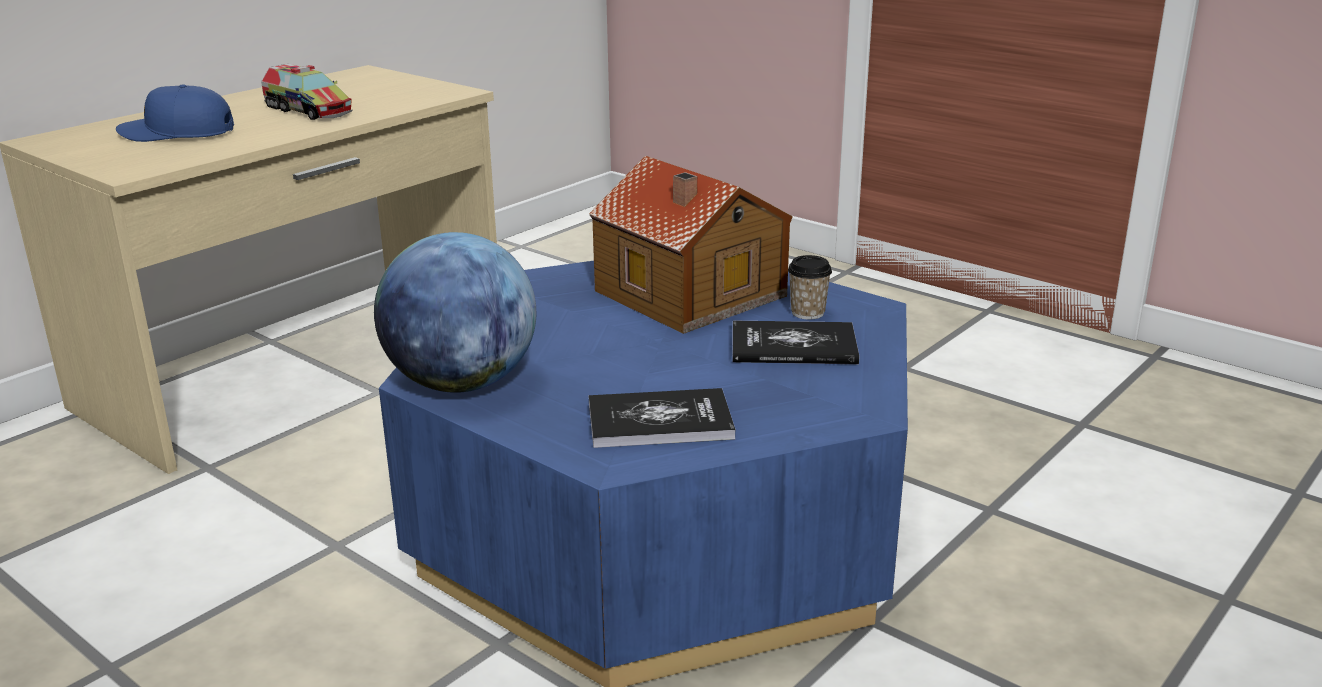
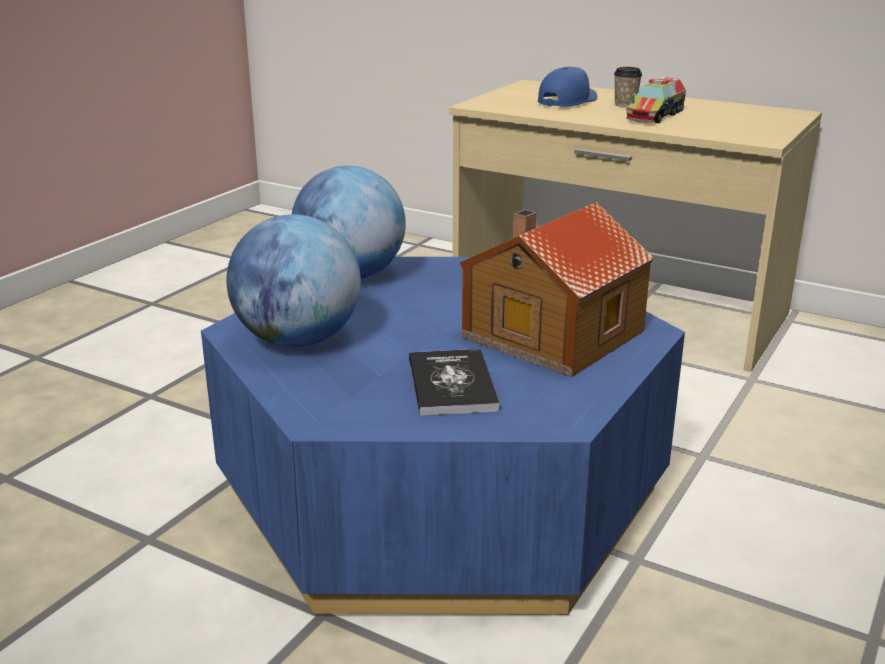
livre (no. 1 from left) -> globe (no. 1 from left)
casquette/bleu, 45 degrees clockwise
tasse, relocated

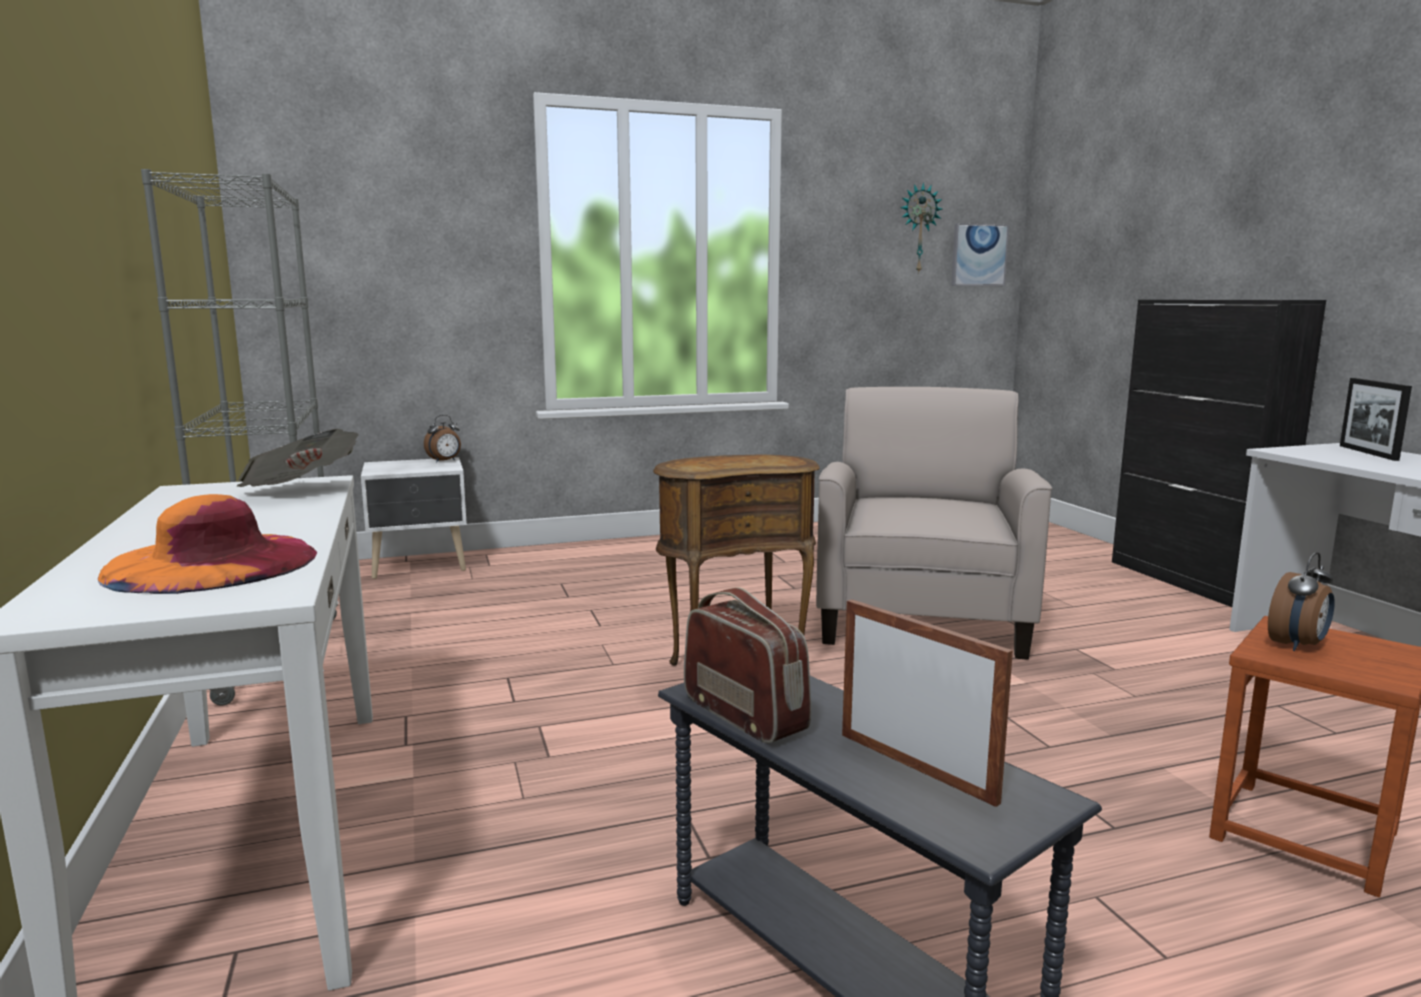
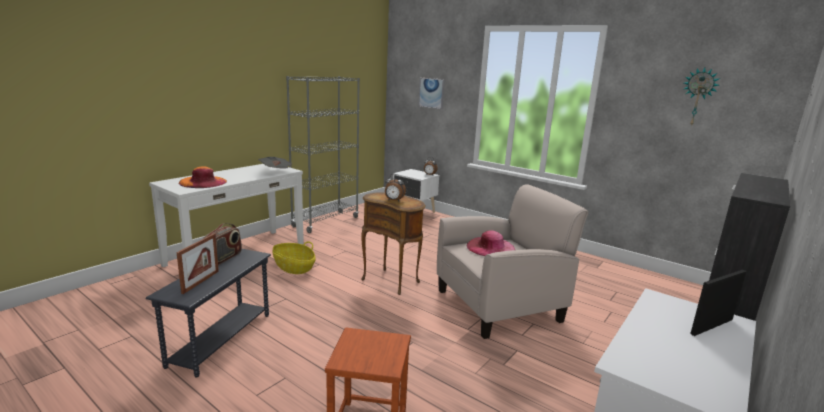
none -> panier
réveil (no. 2 from left in the first image) -> réveil (no. 1 from left), relocated
tableau, relocated
none -> chapeau/rose

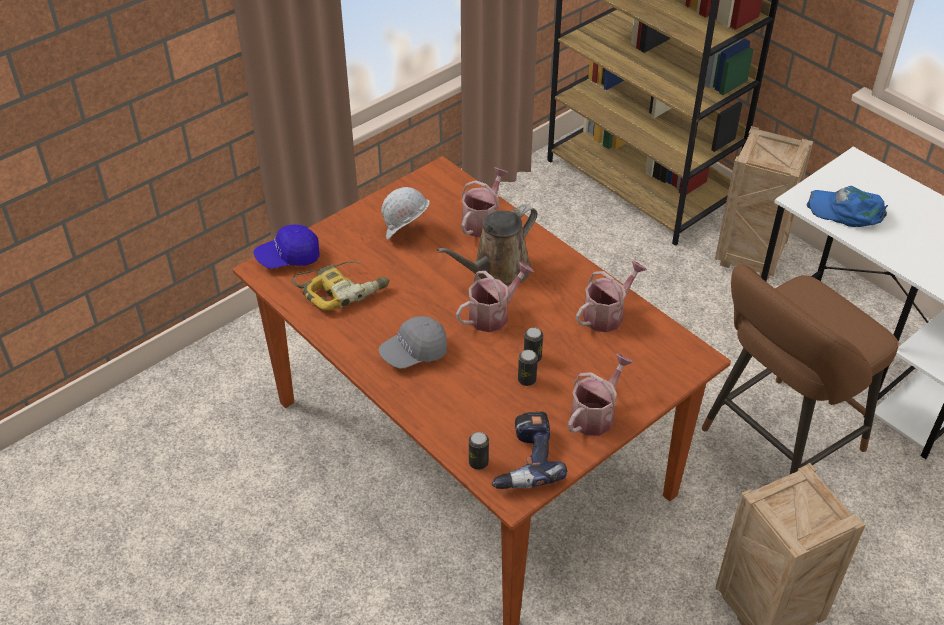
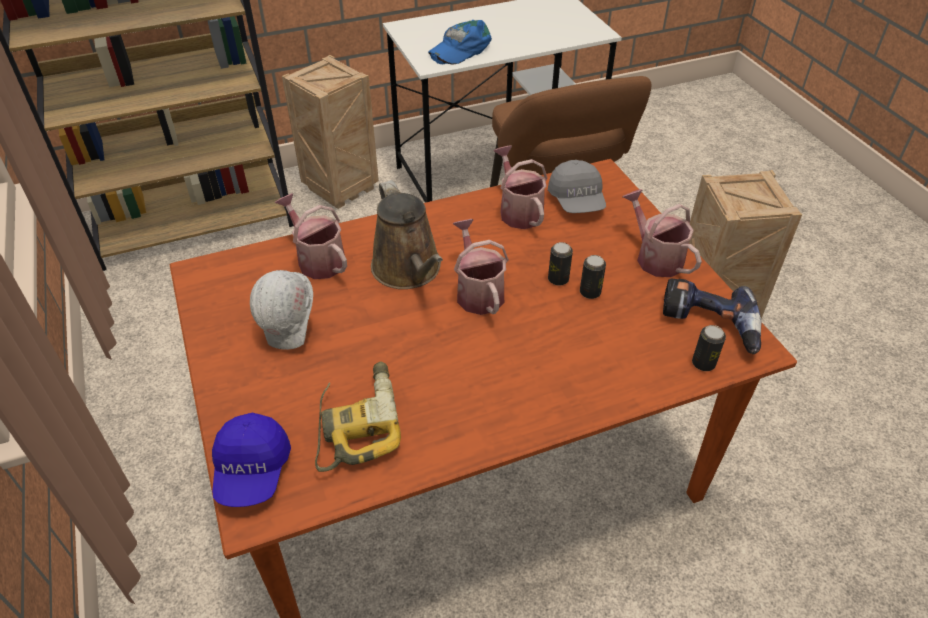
casquette/gris, relocated

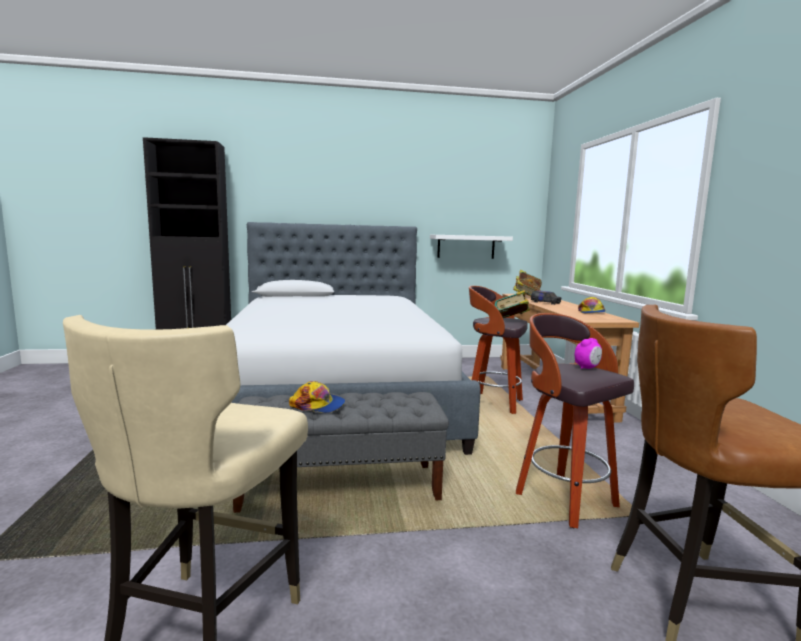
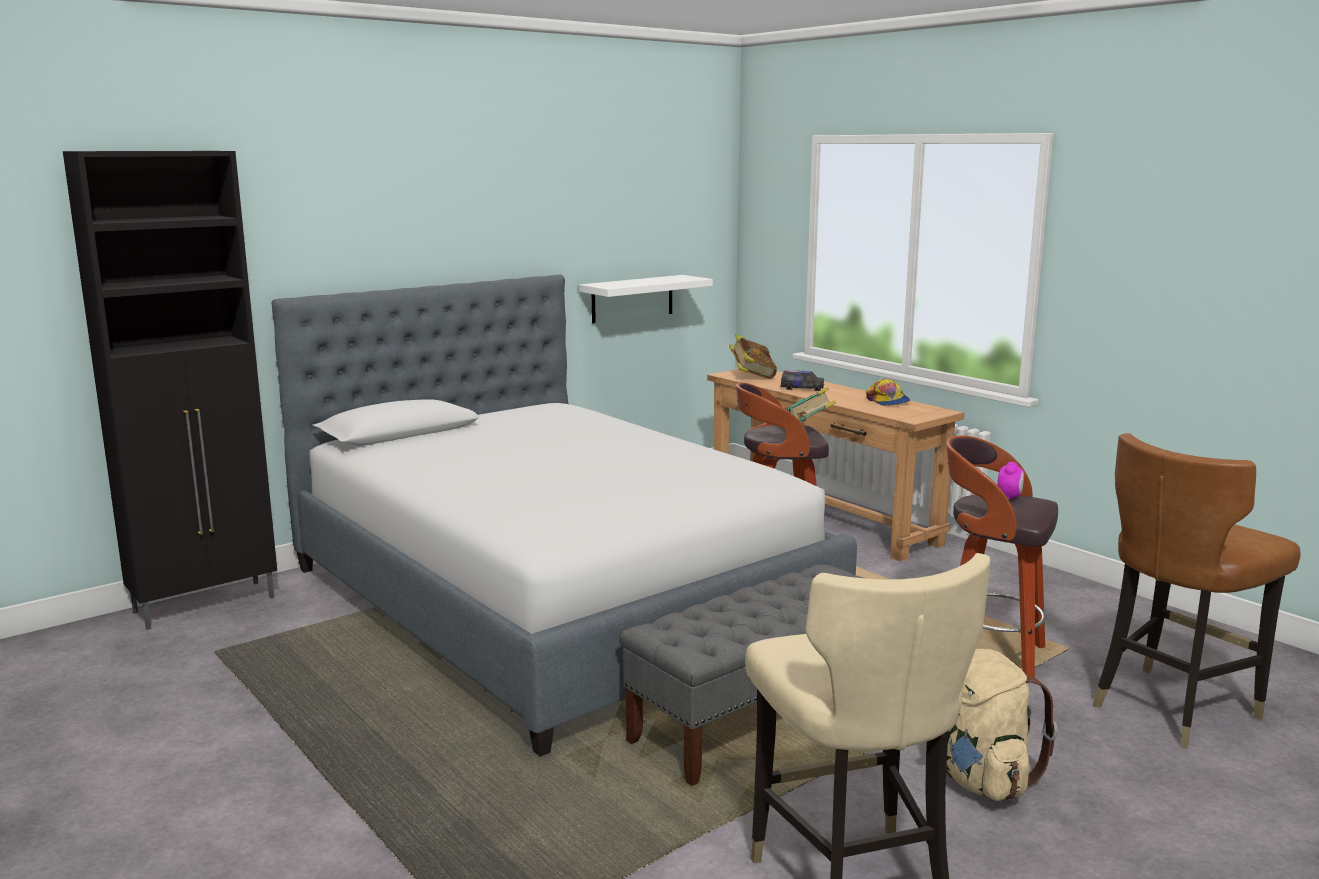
none -> sac à dos/beige
casquette (no. 1 from left) -> none

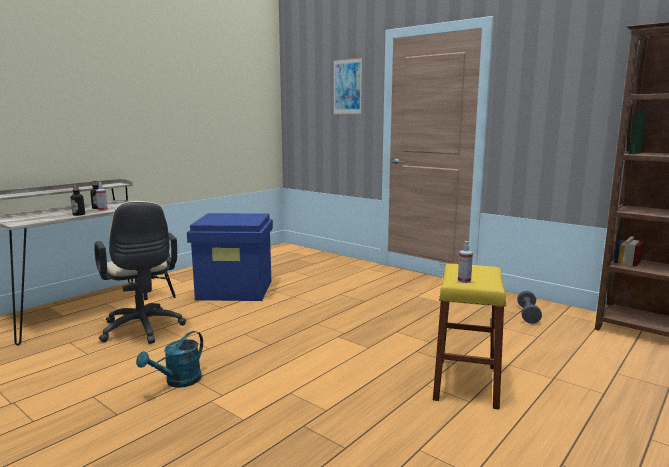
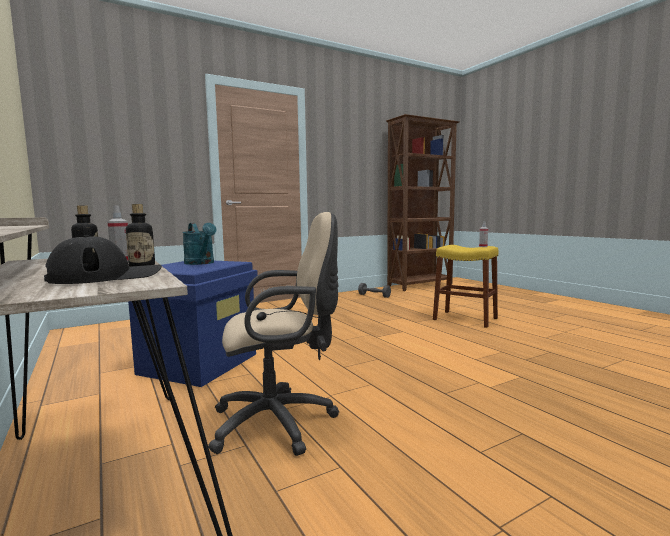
none -> casquette/noir
arrosoir/turquoise, relocated
tableau -> none

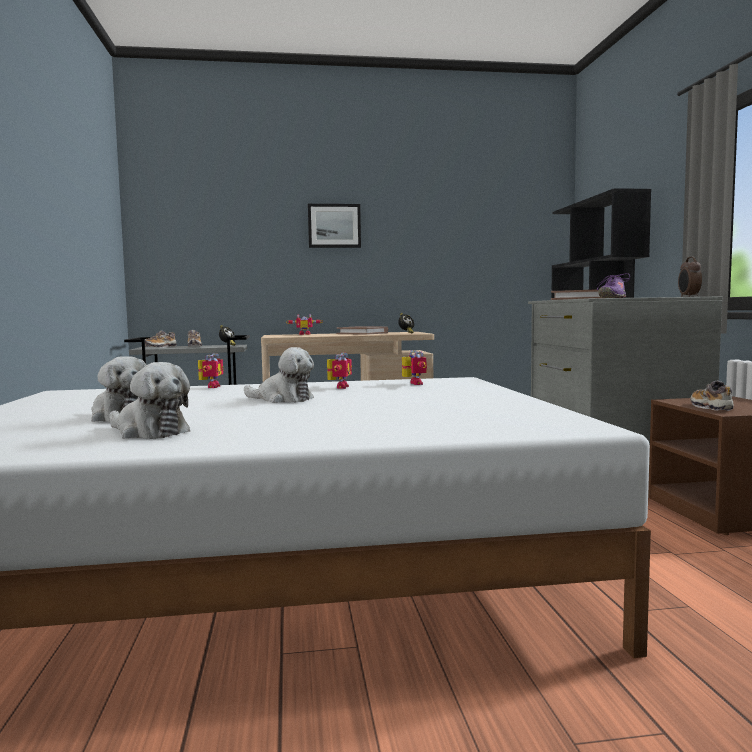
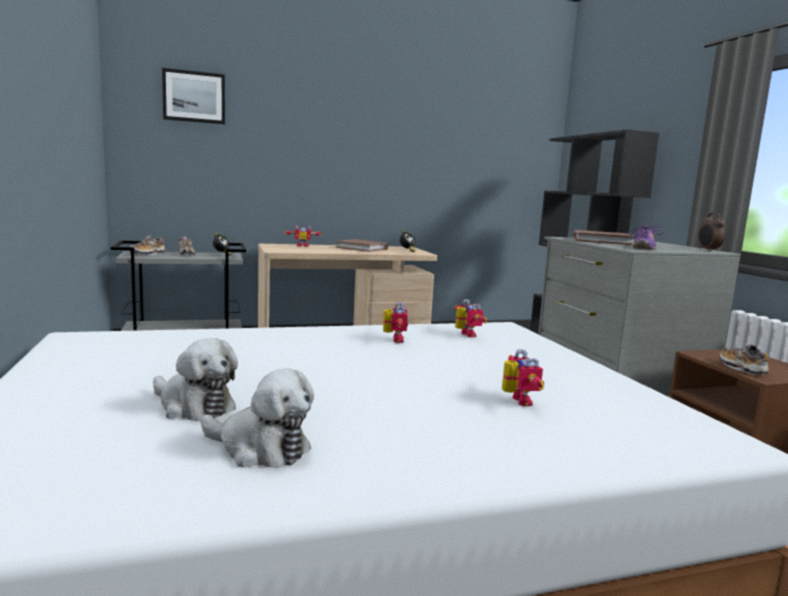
tableau, relocated
robot jouet (no. 1 from left in the first image) -> robot jouet (no. 4 from left), relocated
peluche (no. 3 from left) -> none

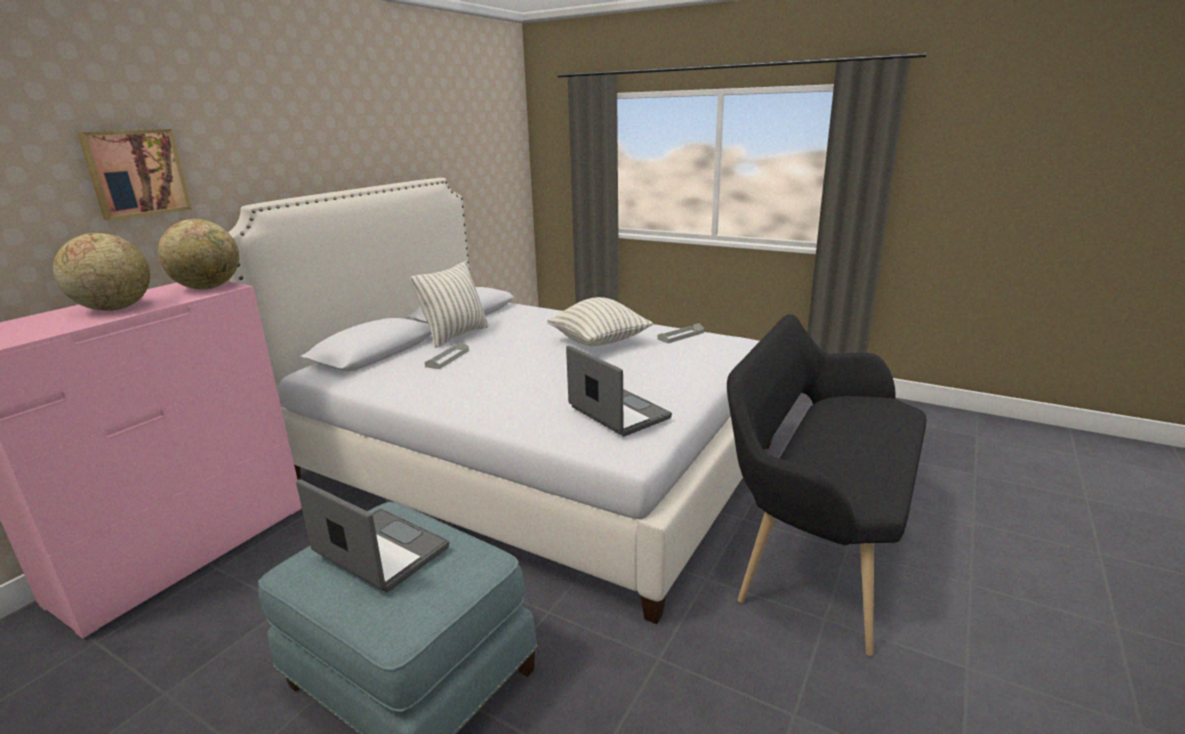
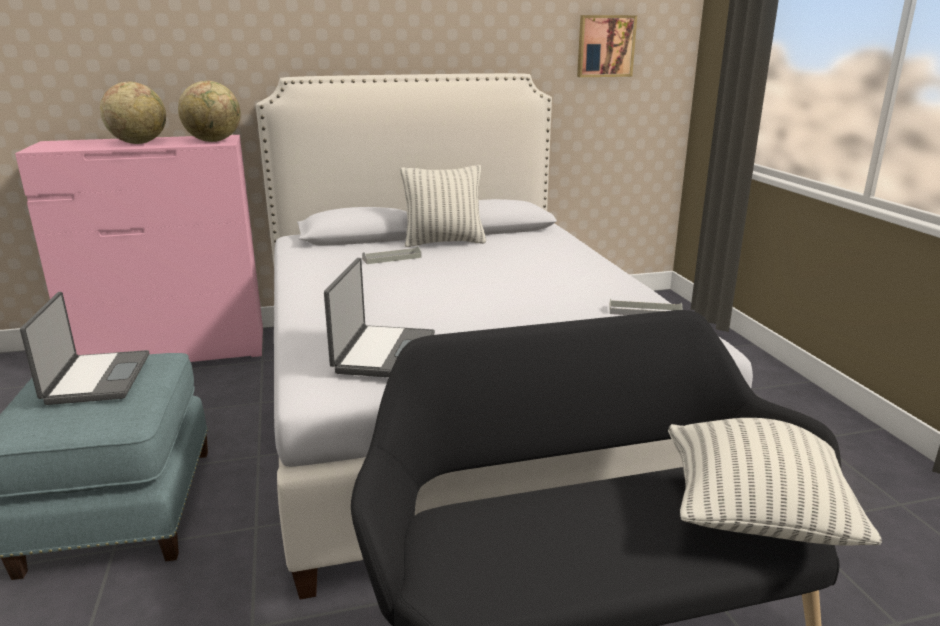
tableau, relocated
coussin (no. 2 from left), relocated

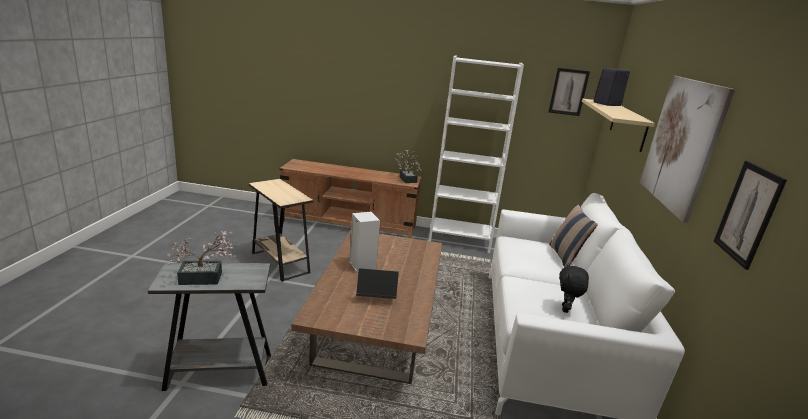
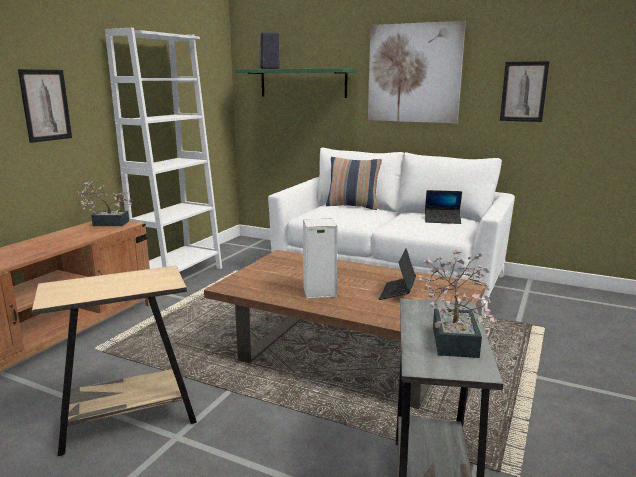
tableau (no. 1 from left), relocated
étagère/beige -> étagère/vert
peluche/noir -> ordinateur portable (no. 2 from left)

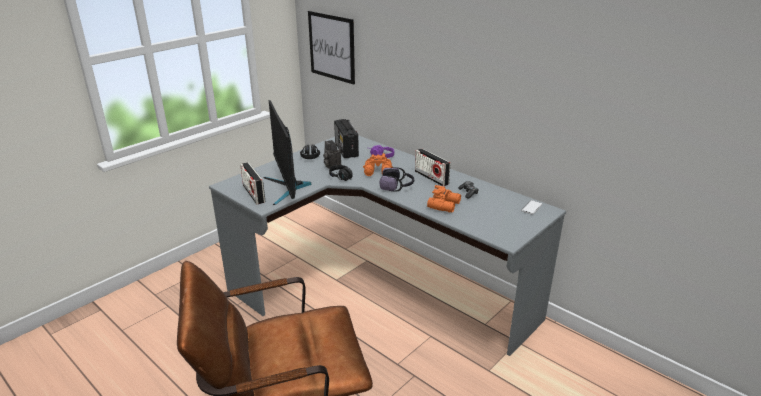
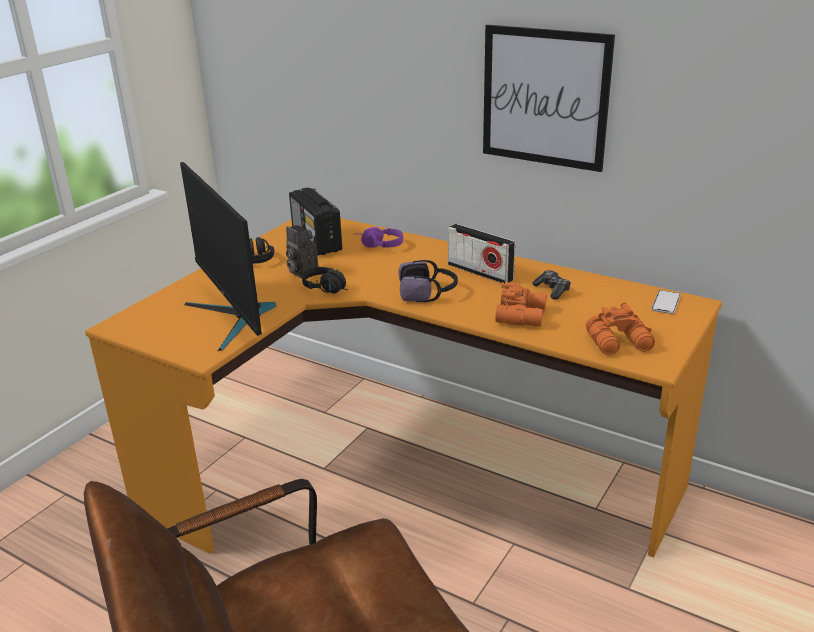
bureau/gris -> bureau/orange
tableau, relocated
jumelles/orange (no. 1 from left in the first image) -> jumelles/orange (no. 2 from left), relocated
radio (no. 1 from left) -> none

